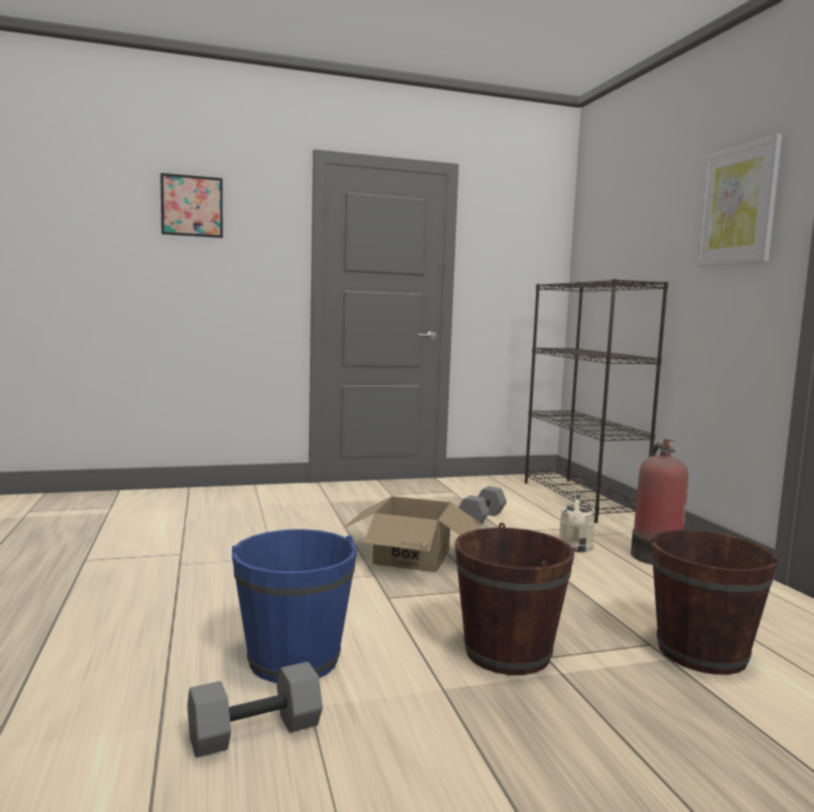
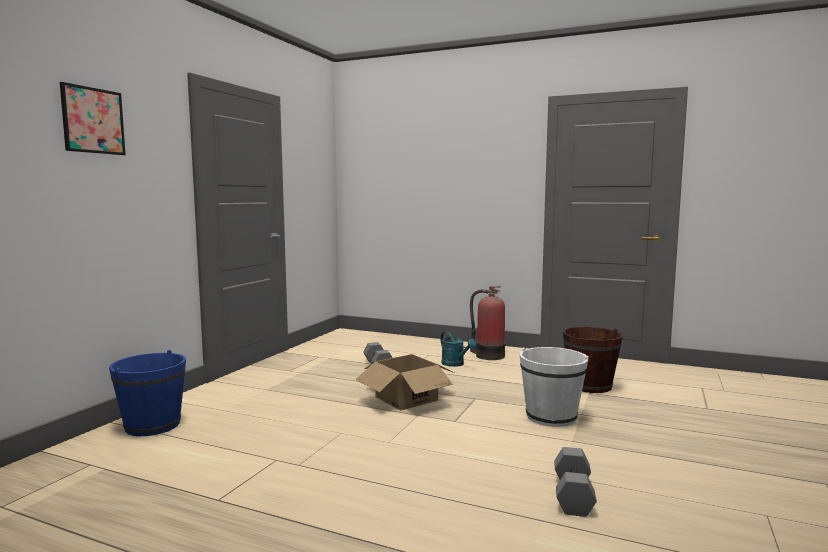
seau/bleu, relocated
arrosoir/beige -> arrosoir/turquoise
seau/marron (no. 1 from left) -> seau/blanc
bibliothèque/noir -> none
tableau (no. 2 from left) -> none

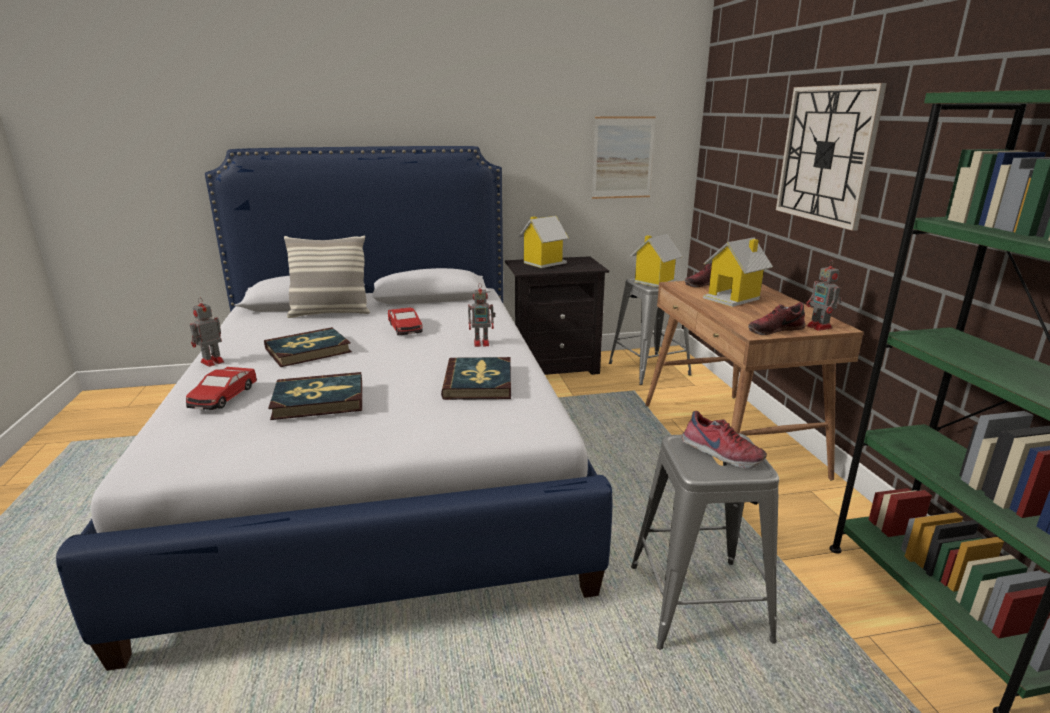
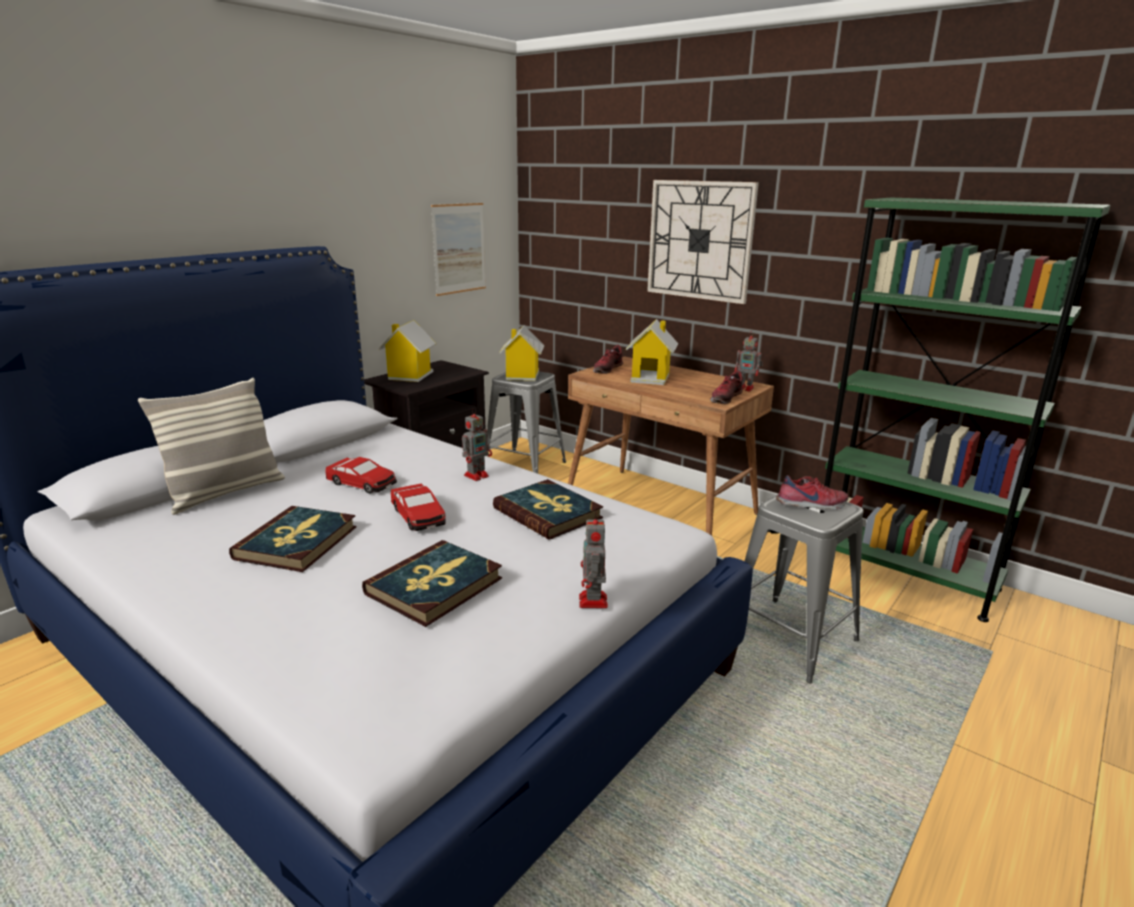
petite voiture (no. 1 from left in the first image) -> petite voiture (no. 2 from left), relocated
robot jouet (no. 1 from left in the first image) -> robot jouet (no. 2 from left), relocated

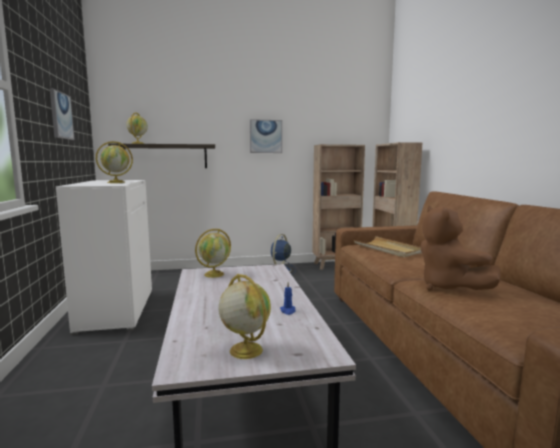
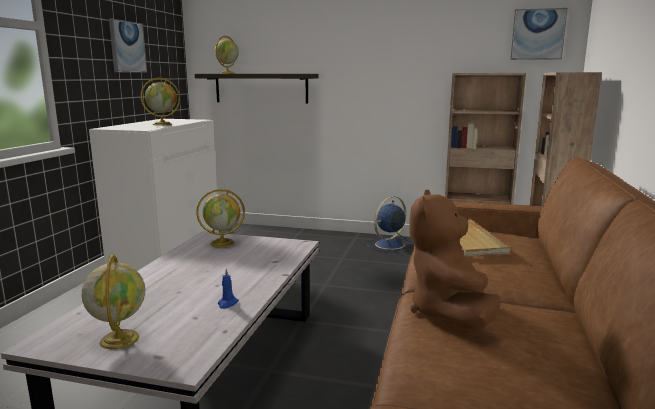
tableau (no. 2 from left), relocated

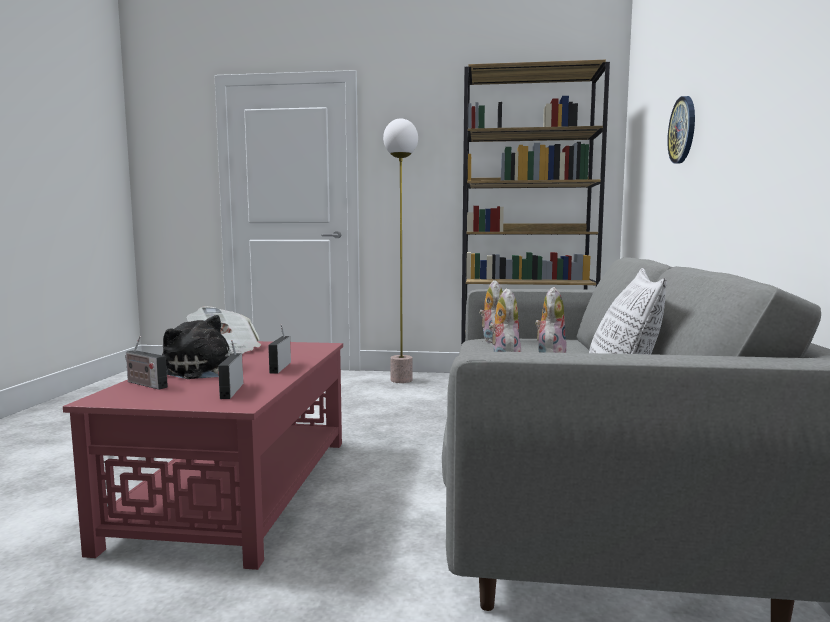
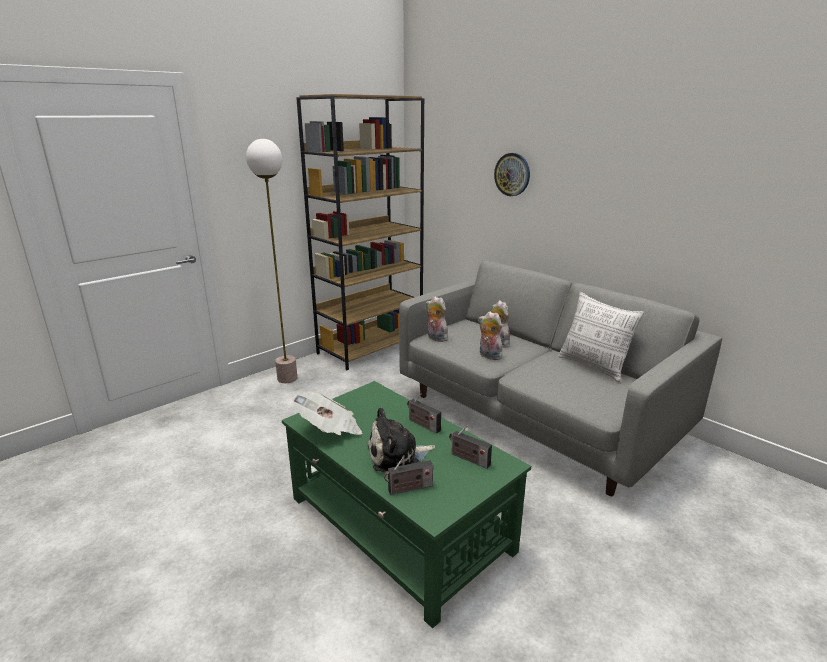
table basse/rouge -> table basse/vert

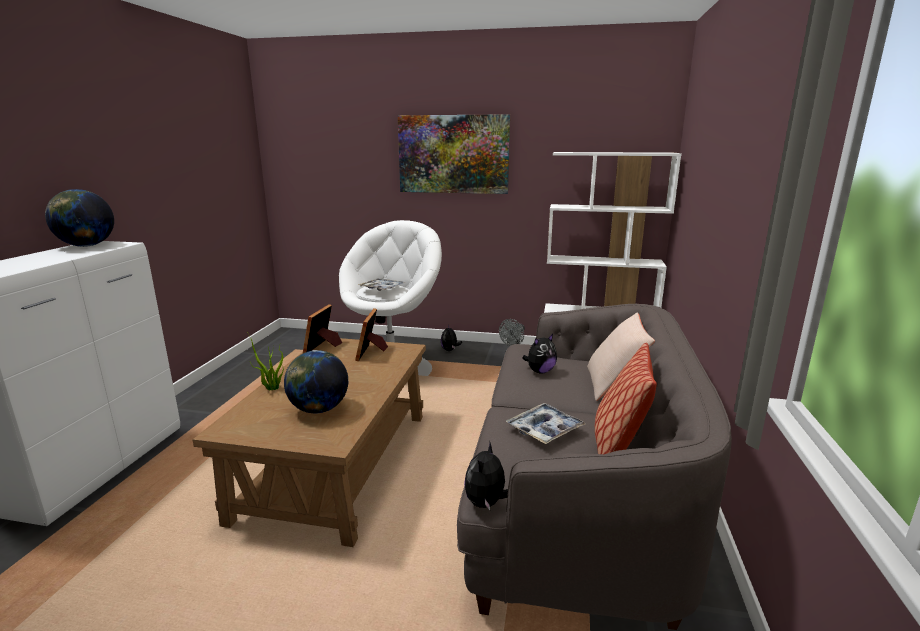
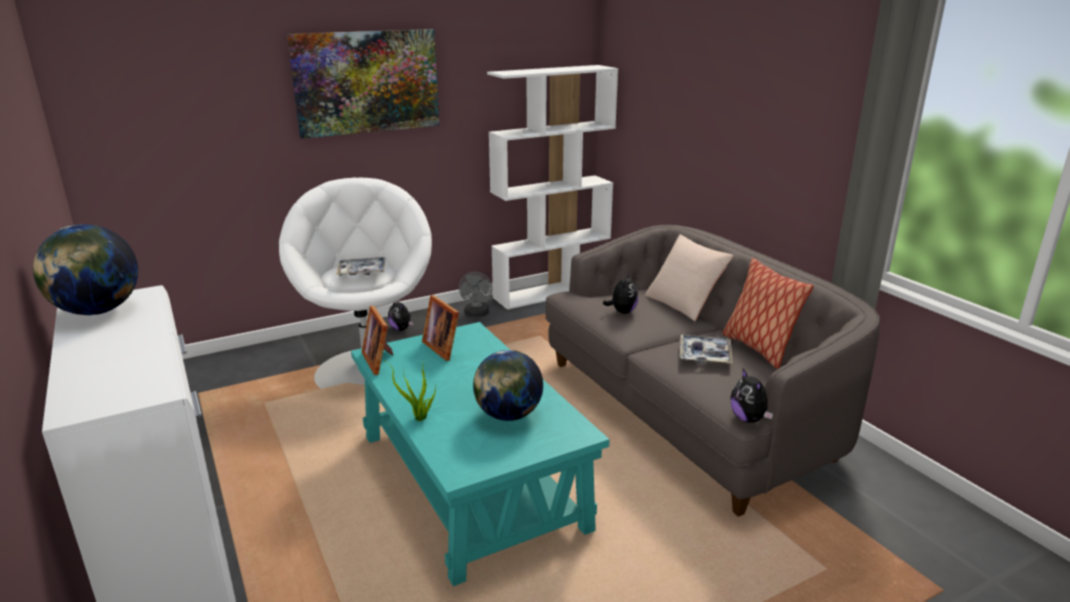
table basse/marron -> table basse/turquoise

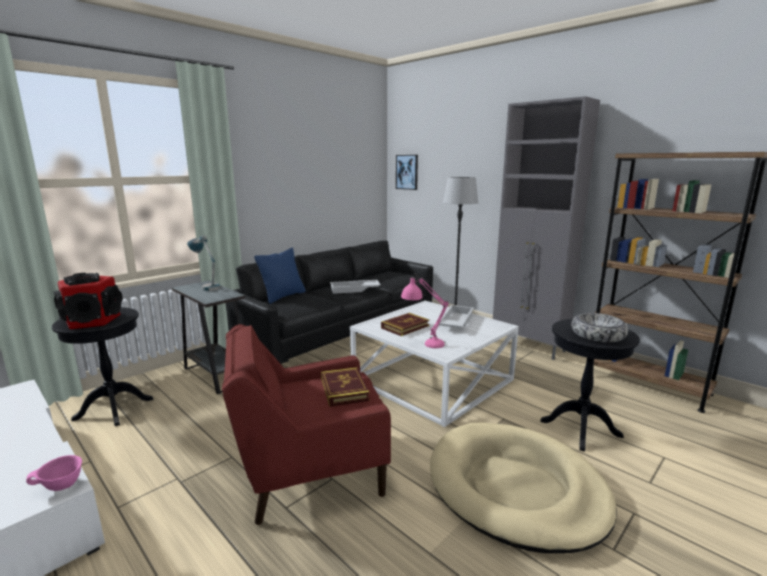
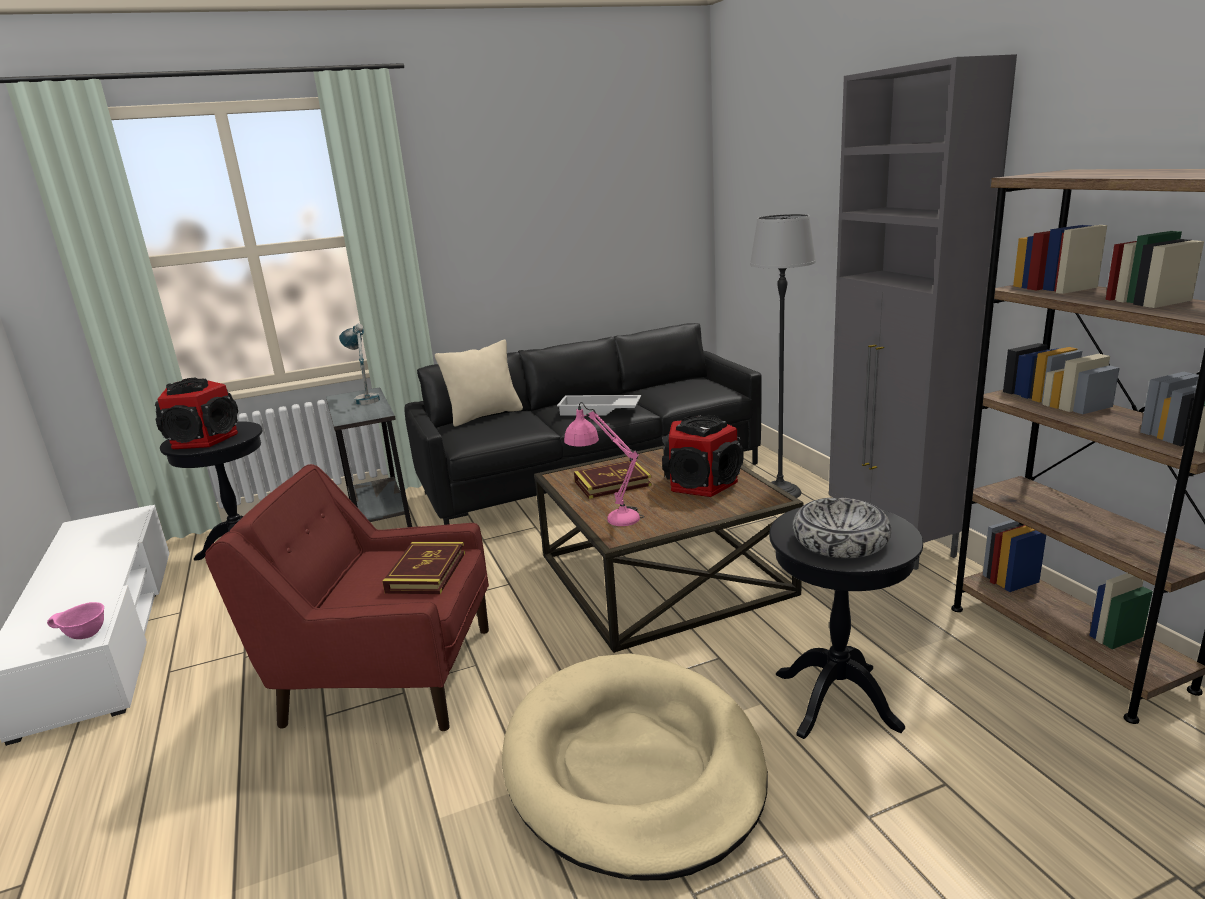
coussin/bleu -> coussin/beige
table basse/blanc -> table basse/marron
plateau/blanc (no. 2 from left) -> enceinte (no. 2 from left)
tableau -> none

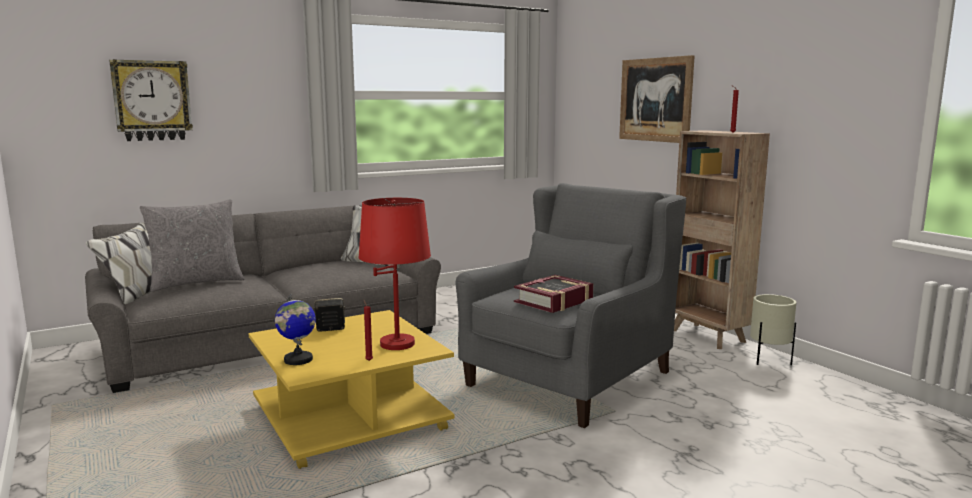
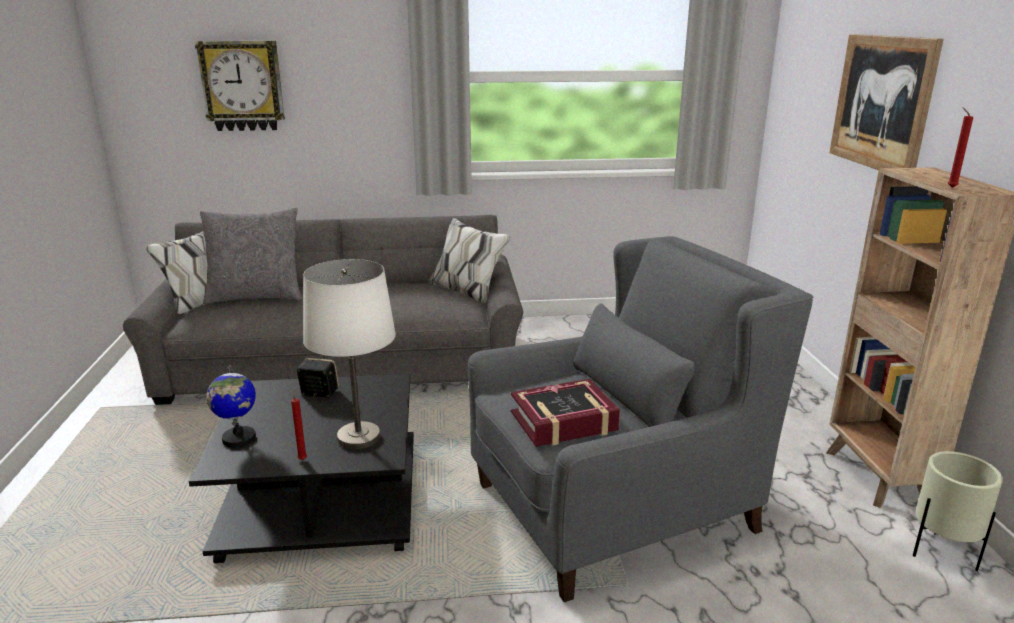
table basse/jaune -> table basse/noir
lampe de table/rouge -> lampe de table/blanc

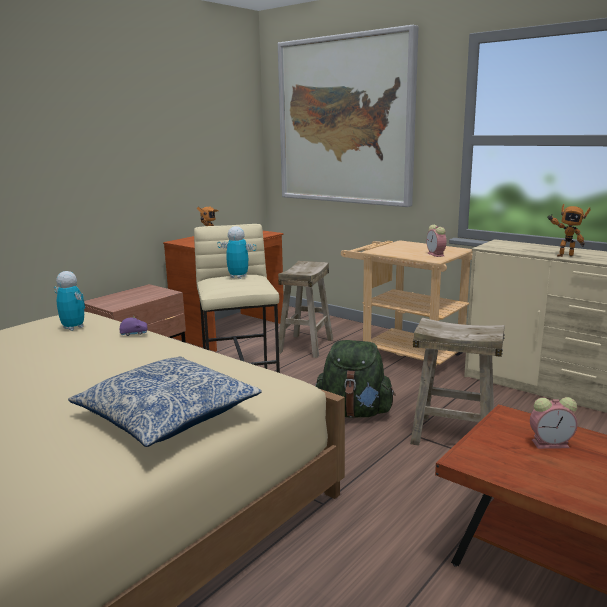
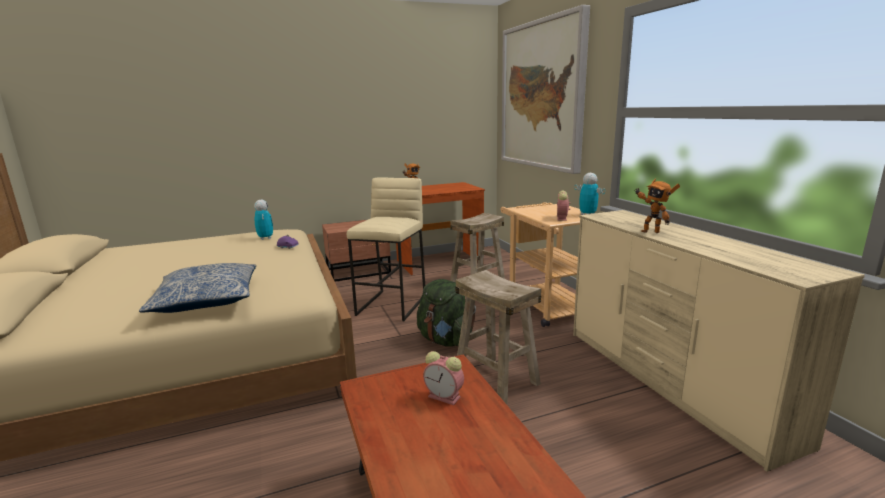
robot jouet (no. 3 from left), relocated

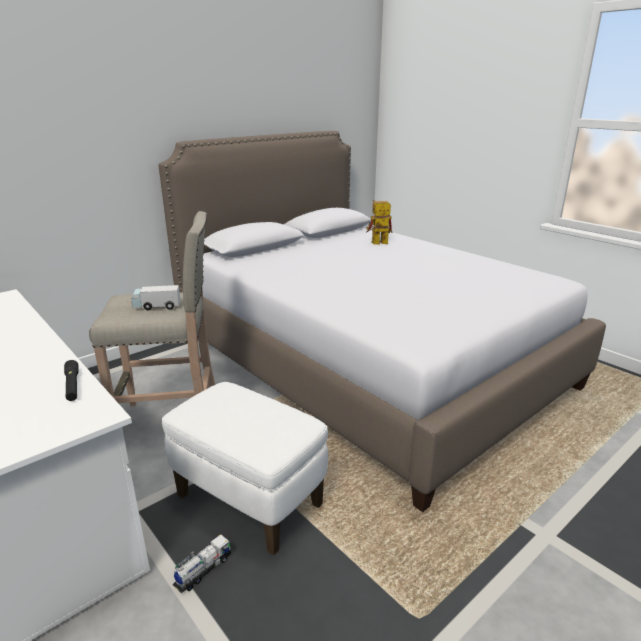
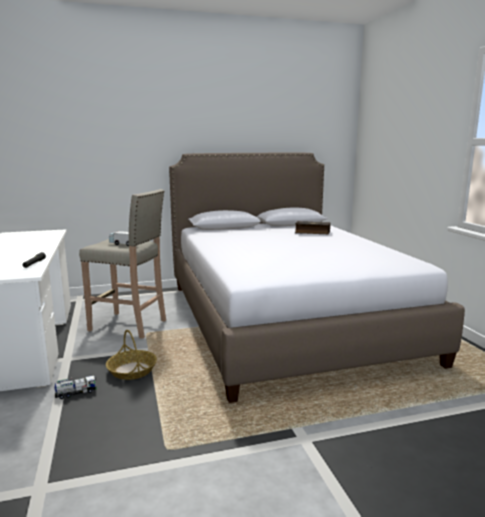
pouf/blanc -> panier
robot jouet -> livre

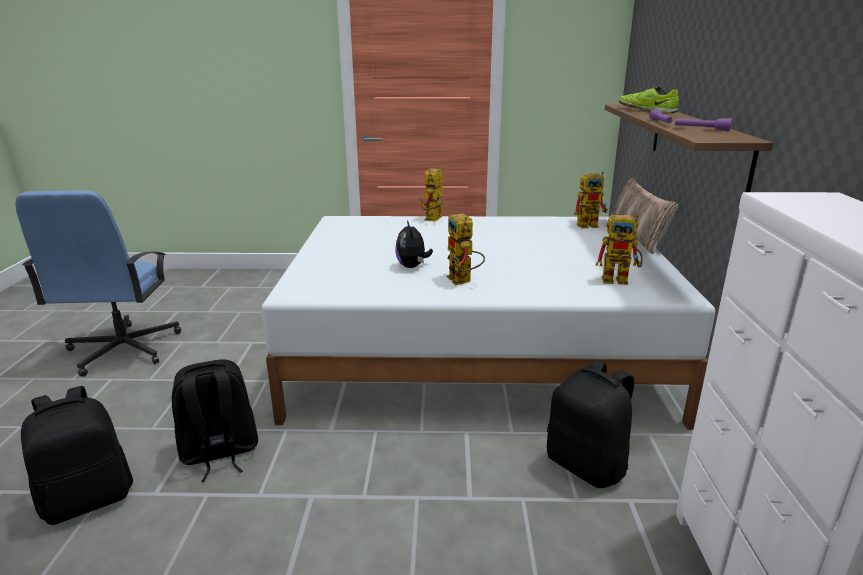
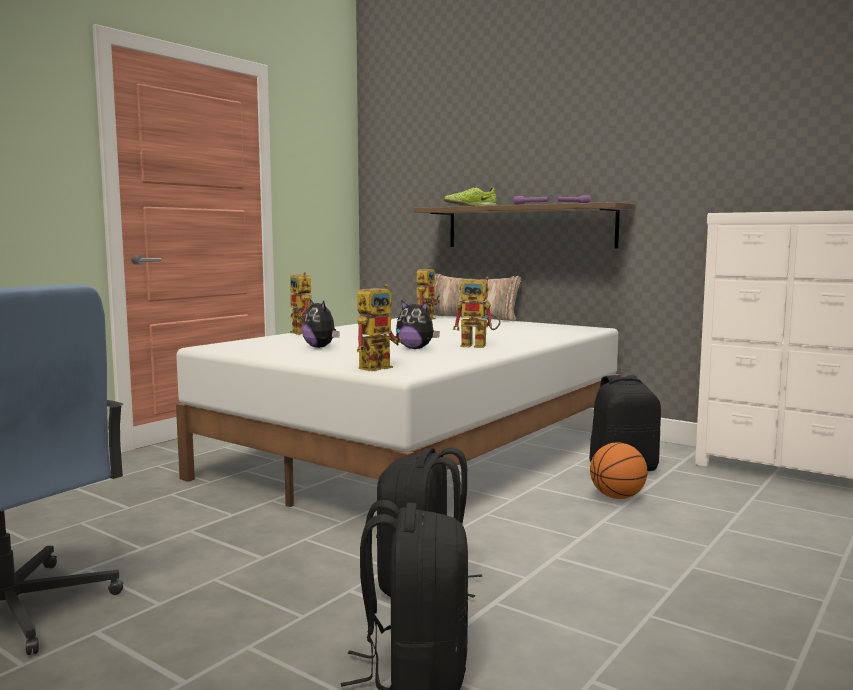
none -> peluche (no. 1 from left)
robot jouet (no. 4 from left in the first image) -> robot jouet (no. 2 from left), relocated
none -> ballon de basket

